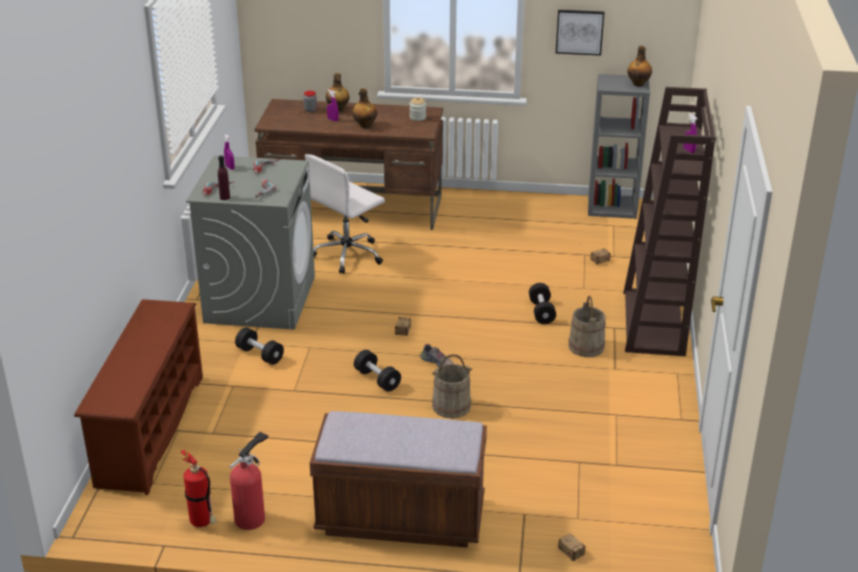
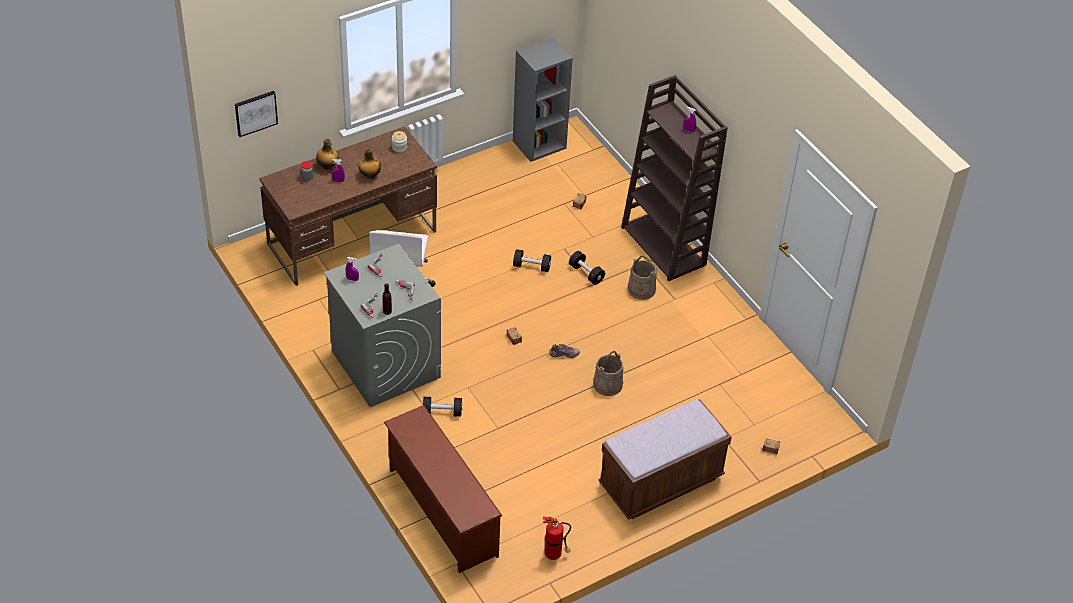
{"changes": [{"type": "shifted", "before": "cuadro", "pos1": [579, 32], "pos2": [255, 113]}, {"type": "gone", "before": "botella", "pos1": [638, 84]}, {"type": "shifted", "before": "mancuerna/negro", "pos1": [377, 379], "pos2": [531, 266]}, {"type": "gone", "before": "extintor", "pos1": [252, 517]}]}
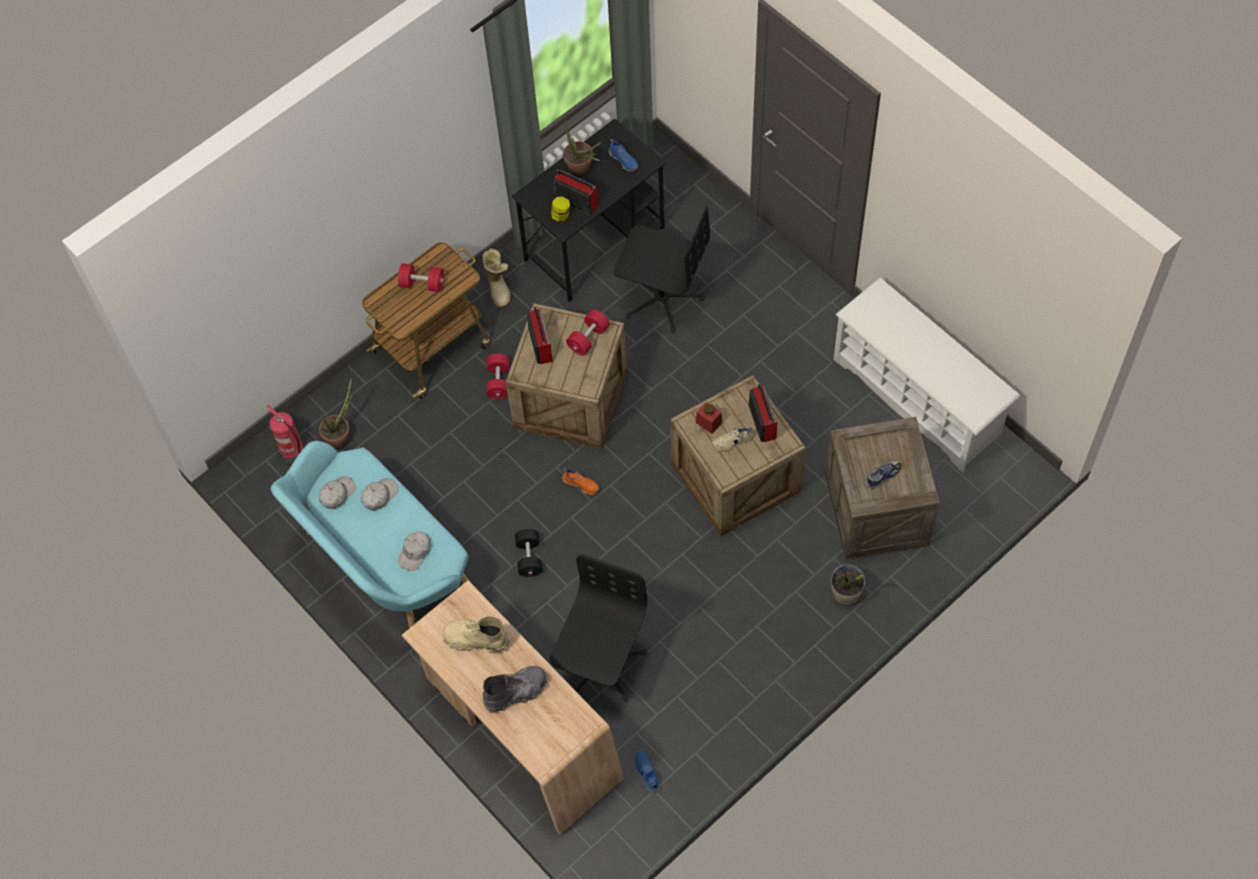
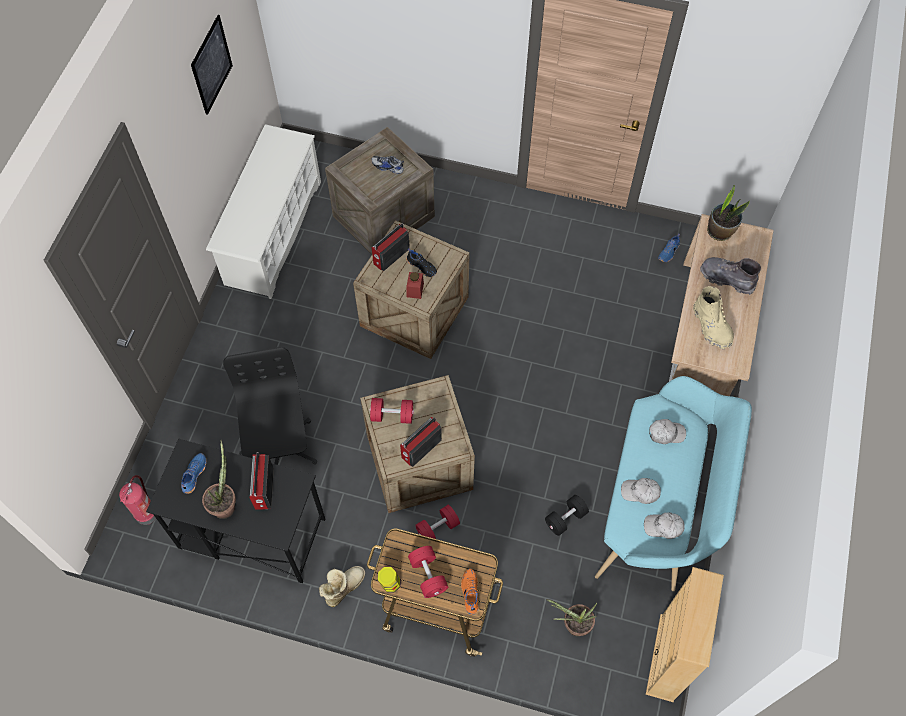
{"changes": [{"type": "shifted", "before": "tarro", "pos1": [561, 216], "pos2": [389, 583]}, {"type": "shifted", "before": "extintor", "pos1": [293, 452], "pos2": [146, 513]}, {"type": "repainted", "before": "zapato/beis", "after": "zapato/negro", "pos1": [732, 442], "pos2": [422, 266]}, {"type": "shifted", "before": "zapato/naranja", "pos1": [581, 484], "pos2": [469, 592]}, {"type": "shifted", "before": "mancuerna/negro", "pos1": [529, 558], "pos2": [565, 518]}, {"type": "gone", "before": "silla de oficina/negro", "pos1": [600, 665]}, {"type": "shifted", "before": "planta en maceta", "pos1": [846, 593], "pos2": [720, 231]}, {"type": "new", "after": "cuadro", "pos2": [211, 65]}, {"type": "new", "after": "estantería/beis", "pos2": [667, 657]}]}
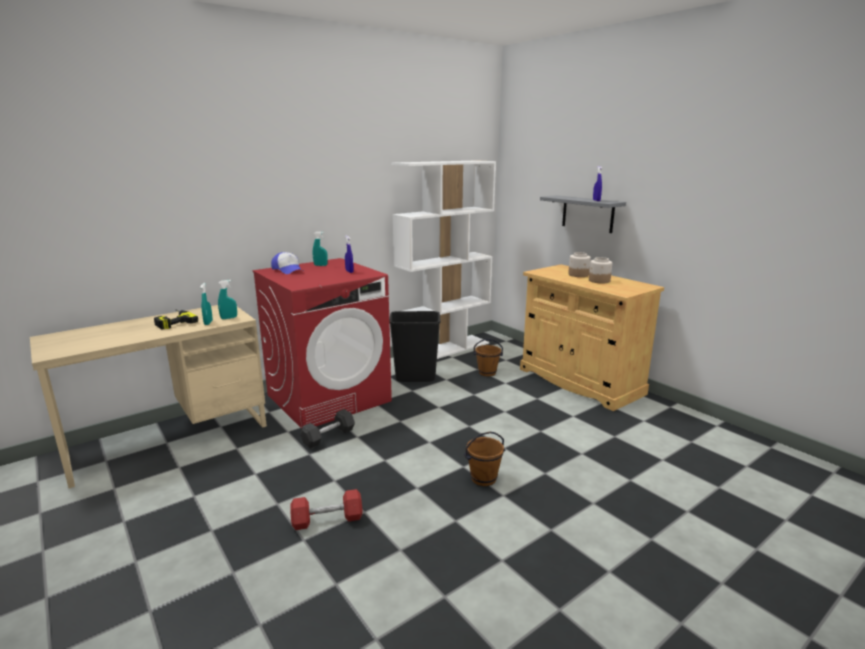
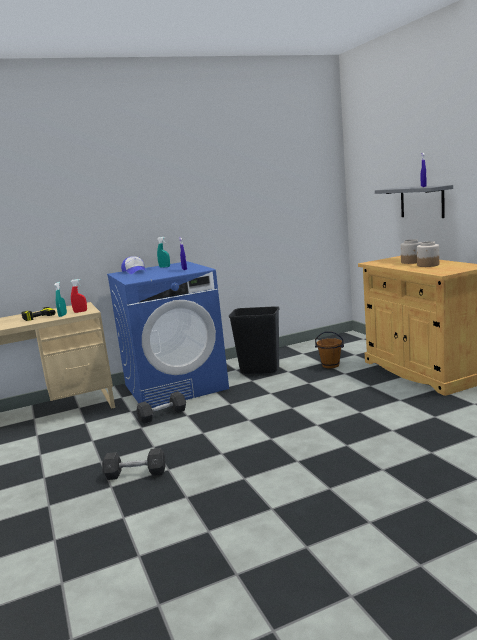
{"changes": [{"type": "gone", "before": "estantería/blanco", "pos1": [444, 350]}, {"type": "repainted", "before": "lavadora/rojo", "after": "lavadora/azul", "pos1": [329, 398], "pos2": [176, 387]}, {"type": "repainted", "before": "pulverizador/turquesa", "after": "pulverizador/rojo", "pos1": [229, 318], "pos2": [80, 311]}, {"type": "gone", "before": "cubo/marrón", "pos1": [484, 479]}, {"type": "repainted", "before": "mancuerna/rojo", "after": "mancuerna/gris", "pos1": [327, 520], "pos2": [135, 474]}]}
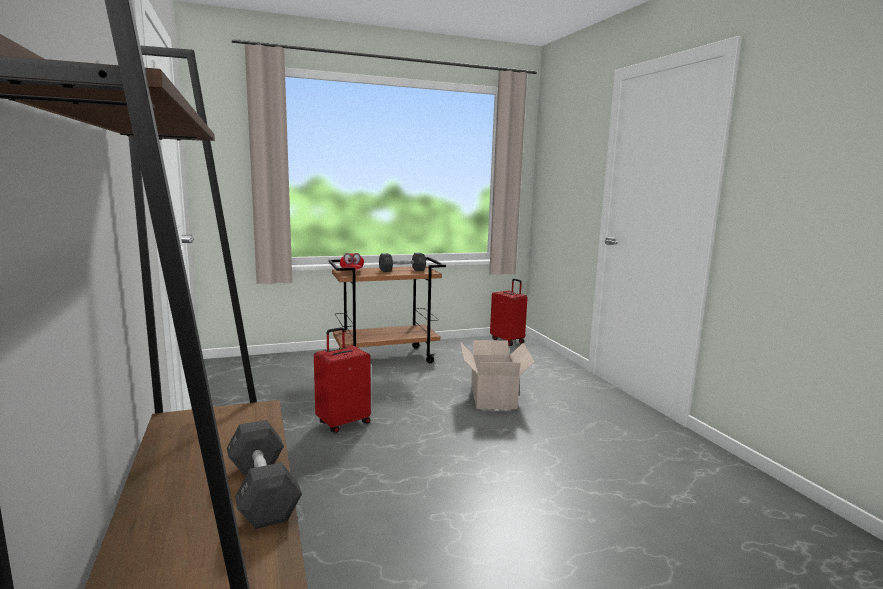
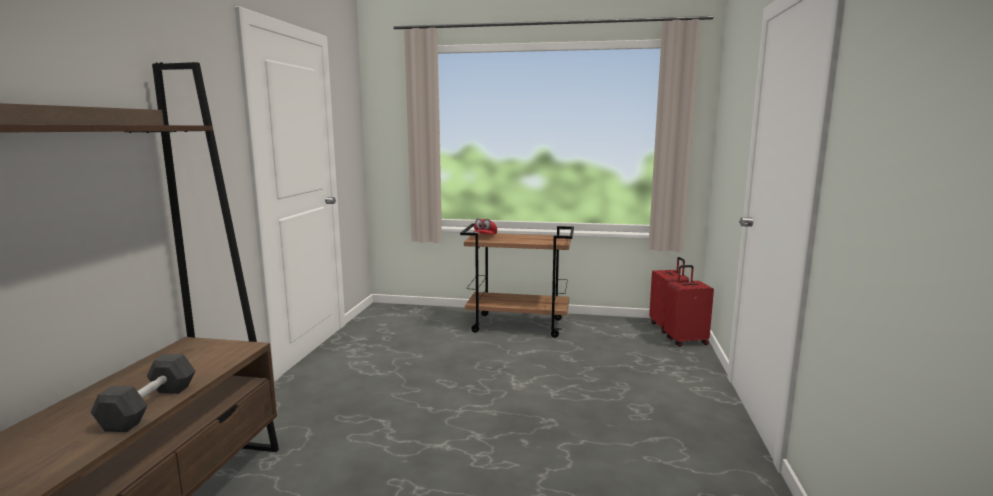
{"changes": [{"type": "gone", "before": "mancuerna/gris", "pos1": [402, 270]}, {"type": "shifted", "before": "maleta/rojo", "pos1": [343, 422], "pos2": [685, 341]}, {"type": "gone", "before": "caja de cartón", "pos1": [493, 395]}]}
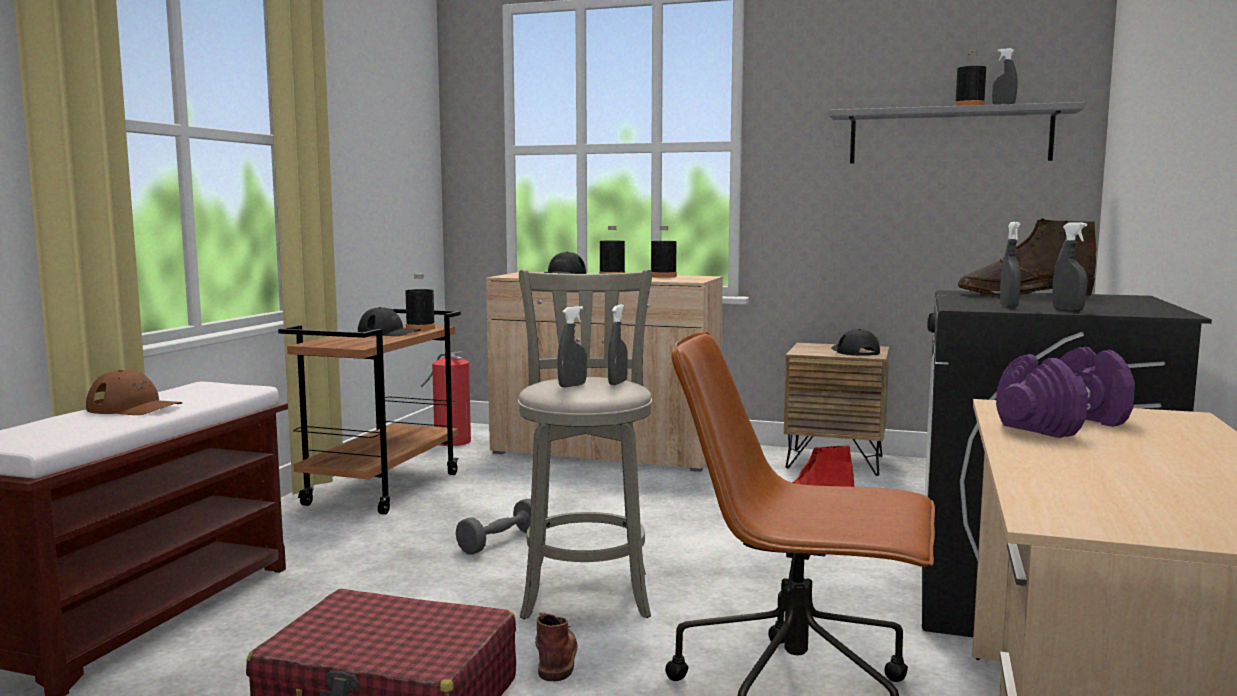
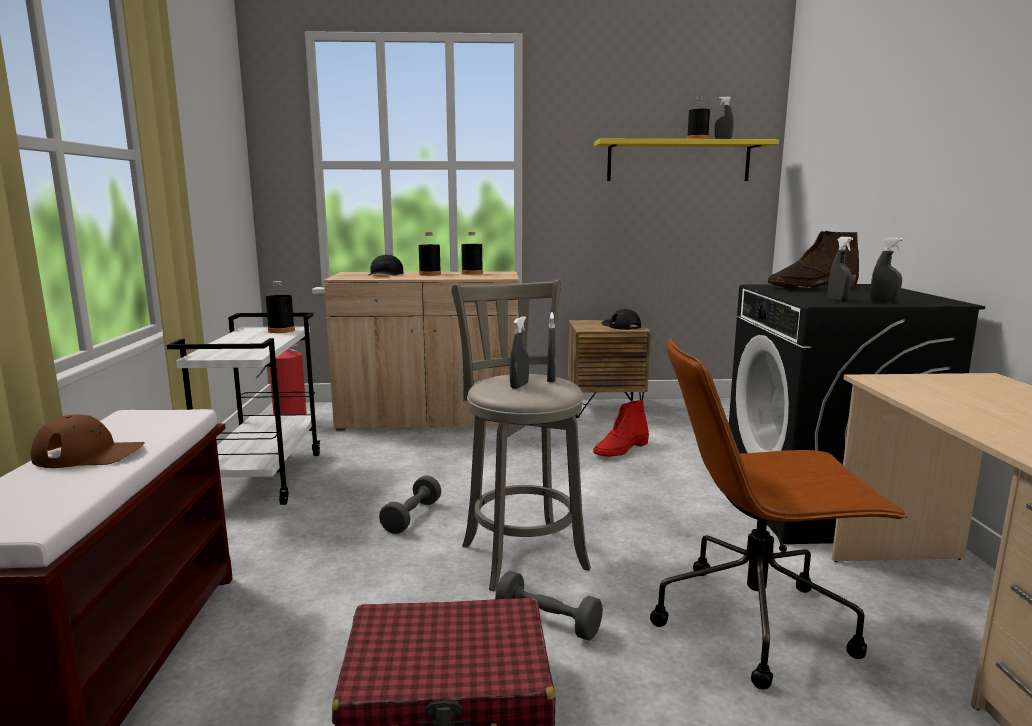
{"changes": [{"type": "repainted", "before": "estante/gris", "after": "estante/amarillo", "pos1": [949, 136], "pos2": [678, 161]}, {"type": "gone", "before": "gorra/negro", "pos1": [389, 333]}, {"type": "repainted", "before": "carrito/marrón", "after": "carrito/blanco", "pos1": [383, 488], "pos2": [263, 477]}, {"type": "gone", "before": "mancuerna/morado", "pos1": [1062, 424]}, {"type": "swapped", "before": "bota/marrón", "after": "mancuerna/gris", "pos1": [555, 655], "pos2": [547, 621]}]}
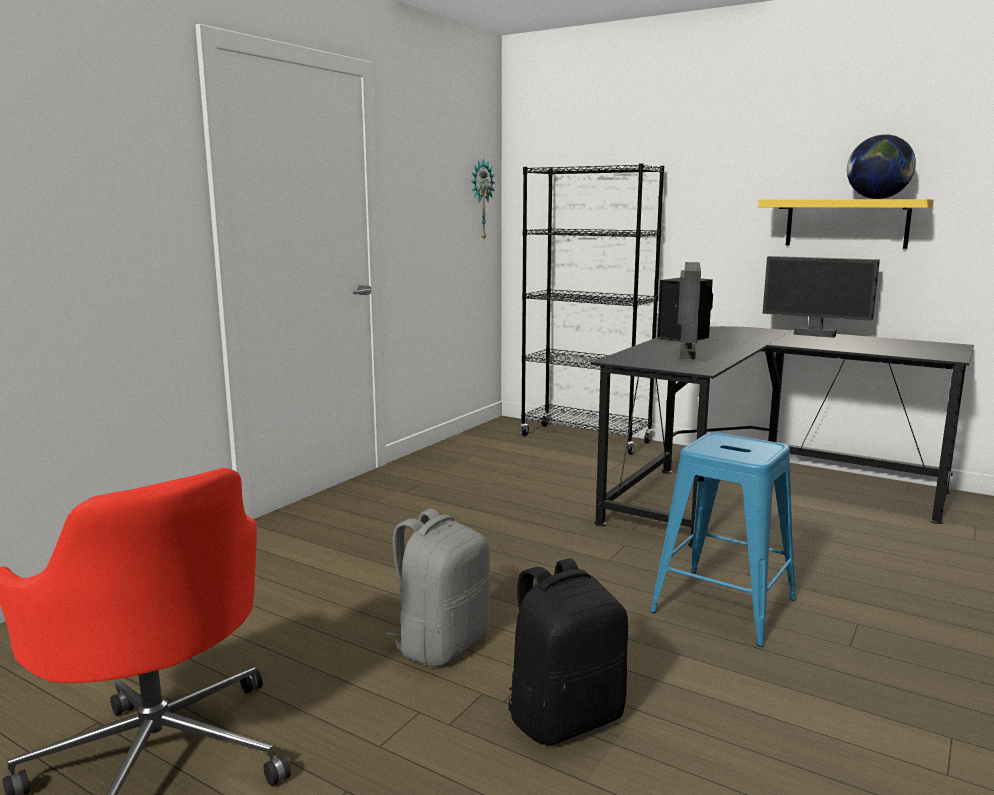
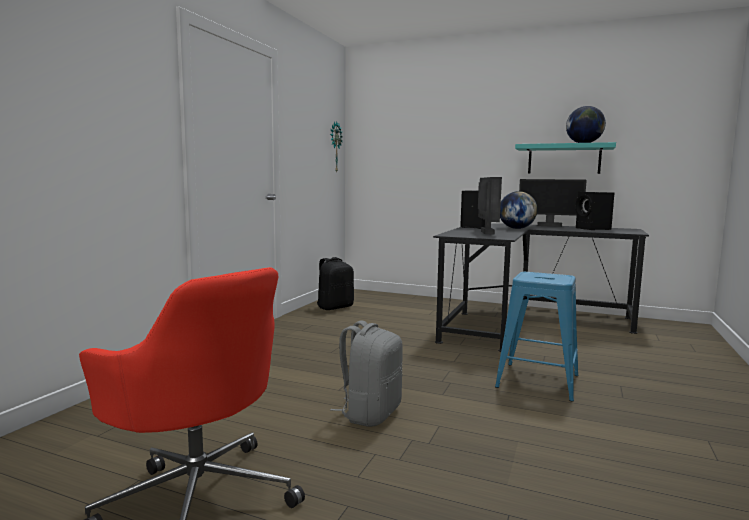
{"changes": [{"type": "gone", "before": "estantería/negro", "pos1": [585, 439]}, {"type": "repainted", "before": "estante/amarillo", "after": "estante/turquesa", "pos1": [846, 223], "pos2": [564, 159]}, {"type": "shifted", "before": "mochila/negro", "pos1": [565, 717], "pos2": [335, 307]}, {"type": "new", "after": "globo terráqueo", "pos2": [516, 228]}, {"type": "new", "after": "altavoz/negro", "pos2": [593, 229]}]}
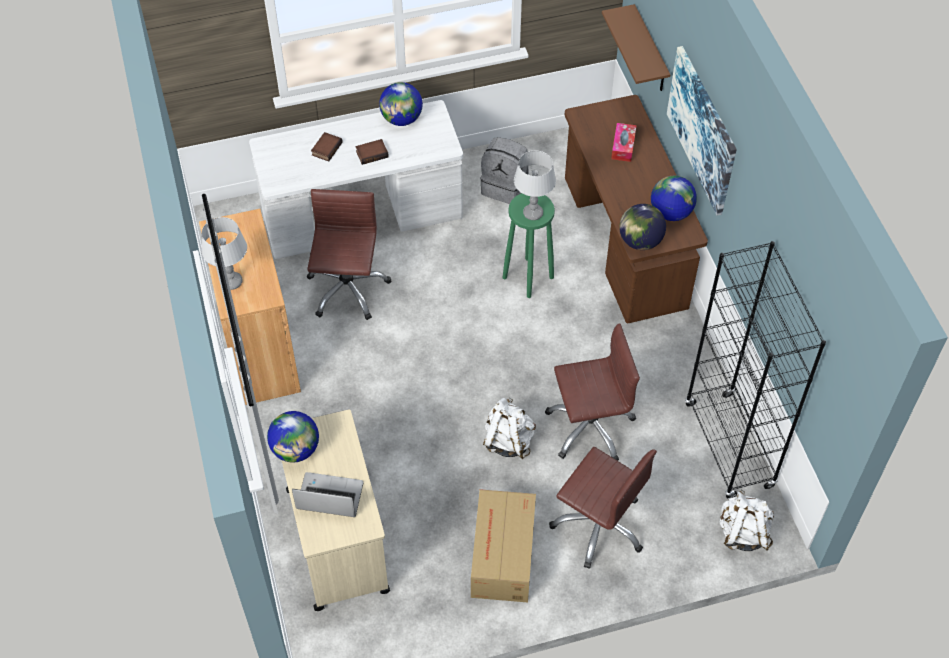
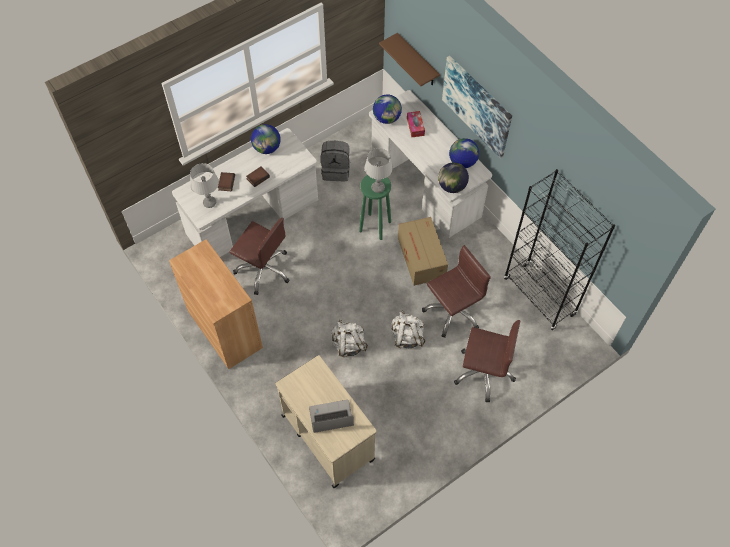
{"changes": [{"type": "repainted", "before": "escritorio/marrón", "after": "escritorio/blanco", "pos1": [624, 243], "pos2": [425, 185]}, {"type": "rotated", "before": "silla de oficina/marrón", "pos1": [347, 289], "pos2": [263, 269], "turn": 135}, {"type": "shifted", "before": "lámpara de mesa/gris", "pos1": [232, 282], "pos2": [209, 202]}, {"type": "shifted", "before": "globo terráqueo", "pos1": [296, 449], "pos2": [387, 118]}, {"type": "shifted", "before": "caja de cartón", "pos1": [502, 556], "pos2": [421, 258]}, {"type": "shifted", "before": "mochila/blanco", "pos1": [742, 533], "pos2": [348, 344]}]}
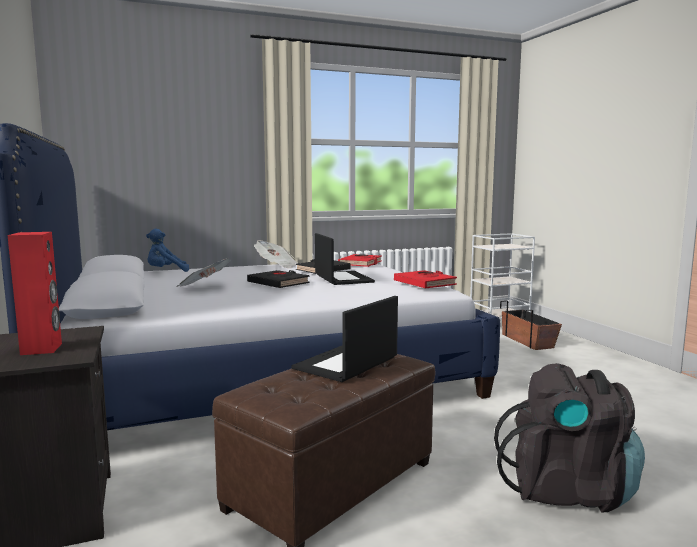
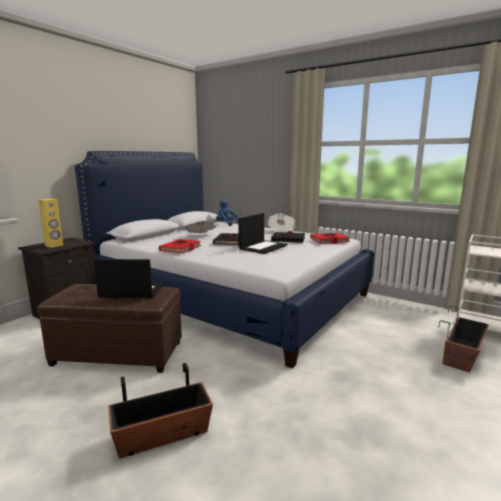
{"changes": [{"type": "repainted", "before": "altavoz/rojo", "after": "altavoz/amarillo", "pos1": [42, 349], "pos2": [54, 245]}, {"type": "shifted", "before": "libro/rojo", "pos1": [424, 283], "pos2": [180, 249]}, {"type": "swapped", "before": "mochila/negro", "after": "maceta", "pos1": [567, 490], "pos2": [162, 434]}]}
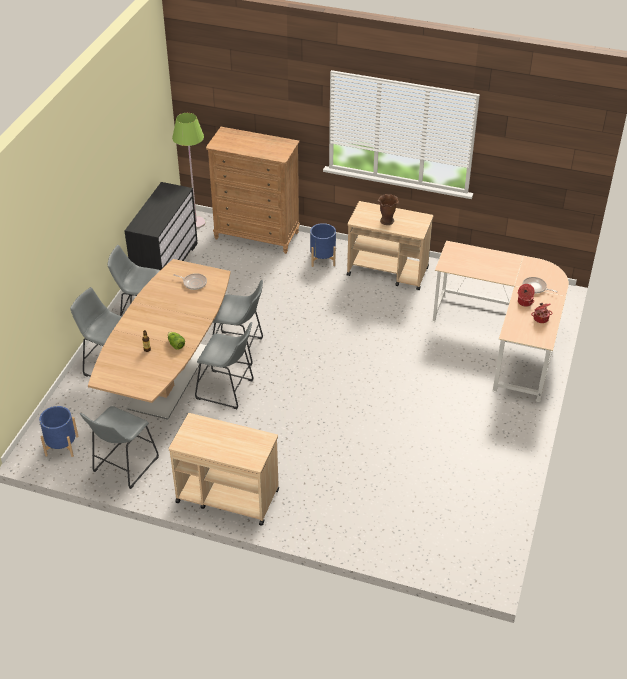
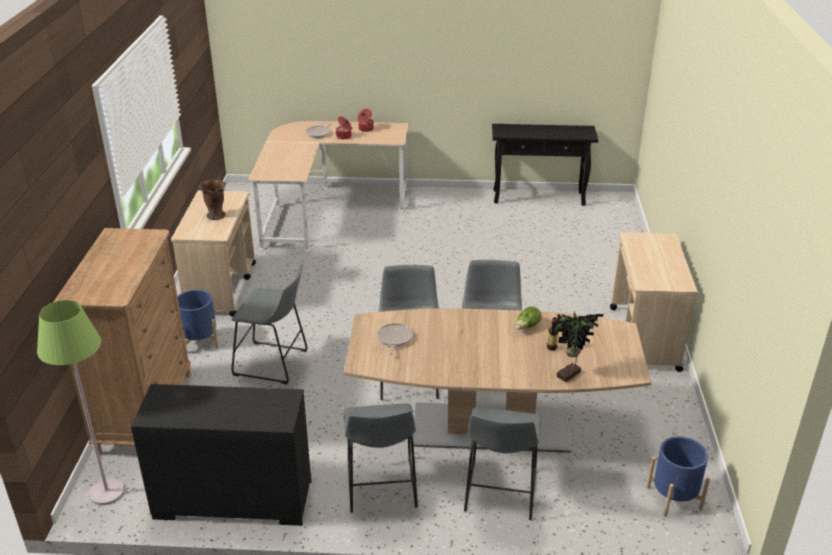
{"changes": [{"type": "shifted", "before": "taburete/gris", "pos1": [123, 467], "pos2": [274, 364]}, {"type": "new", "after": "mesa consola/negro", "pos2": [539, 197]}, {"type": "new", "after": "planta en maceta", "pos2": [570, 375]}]}
